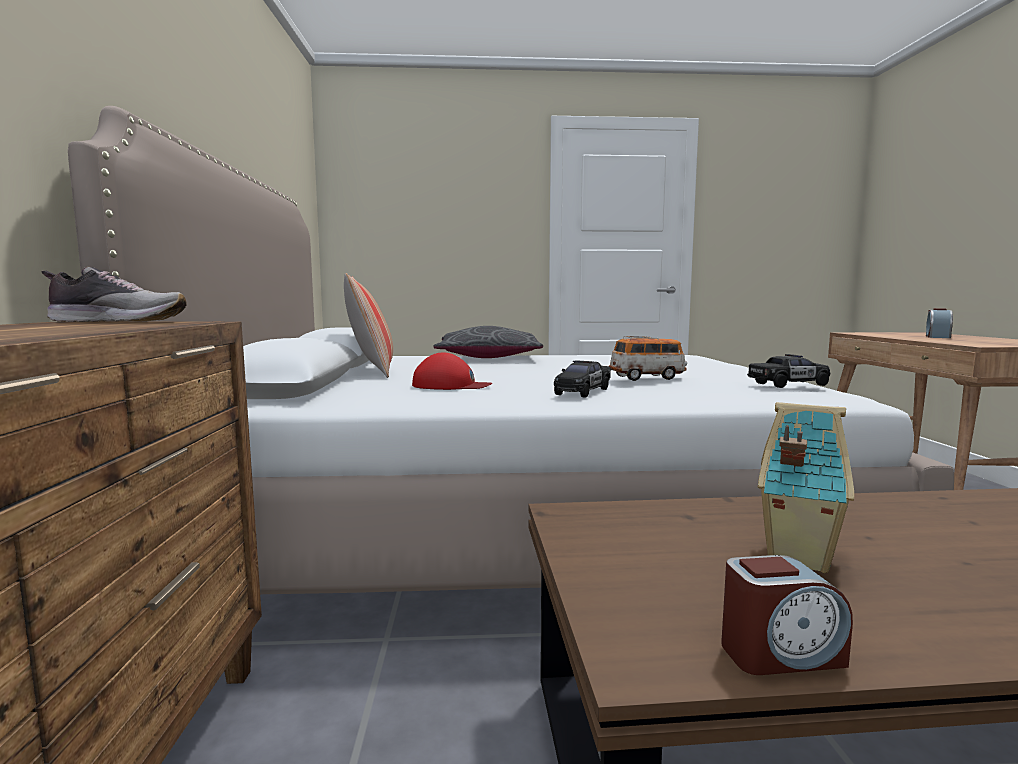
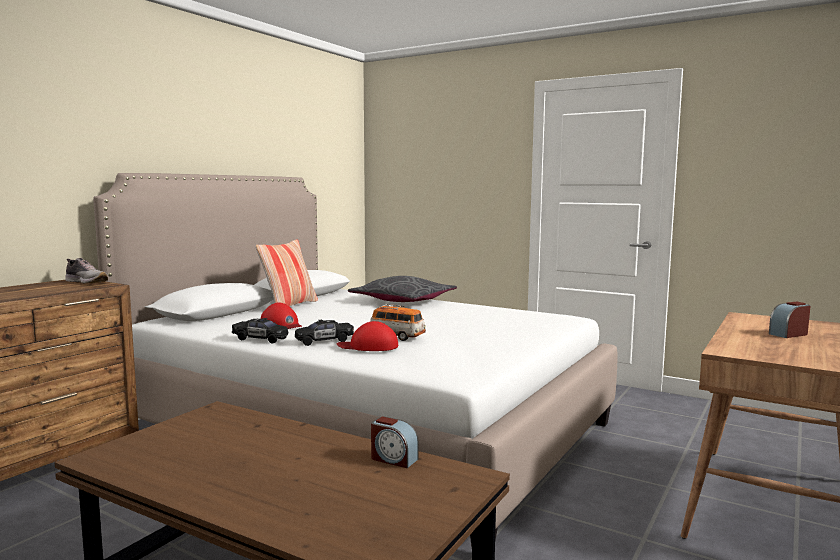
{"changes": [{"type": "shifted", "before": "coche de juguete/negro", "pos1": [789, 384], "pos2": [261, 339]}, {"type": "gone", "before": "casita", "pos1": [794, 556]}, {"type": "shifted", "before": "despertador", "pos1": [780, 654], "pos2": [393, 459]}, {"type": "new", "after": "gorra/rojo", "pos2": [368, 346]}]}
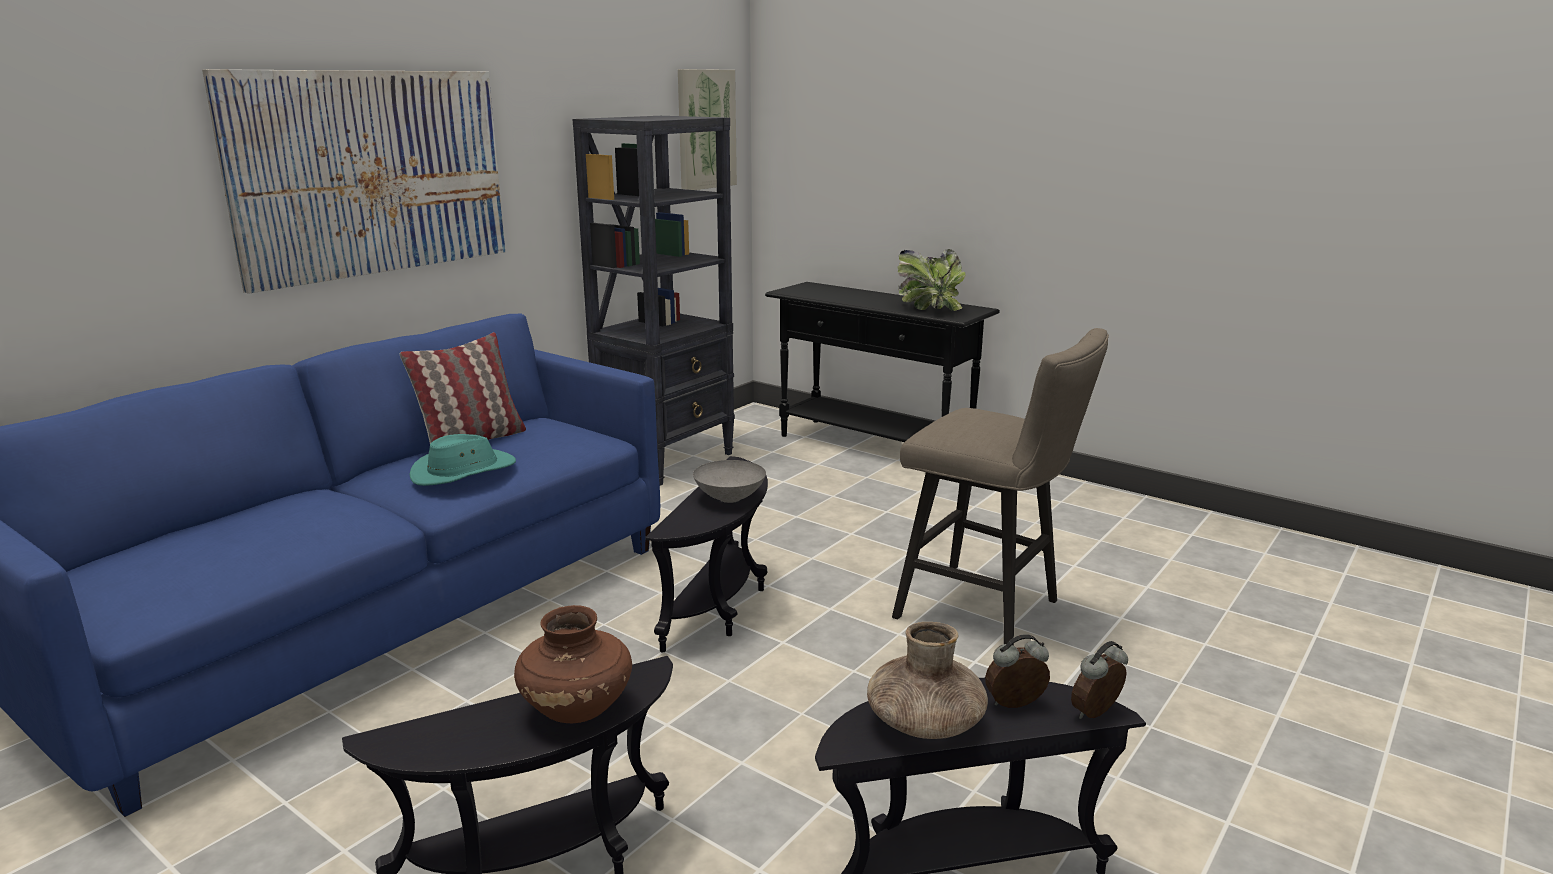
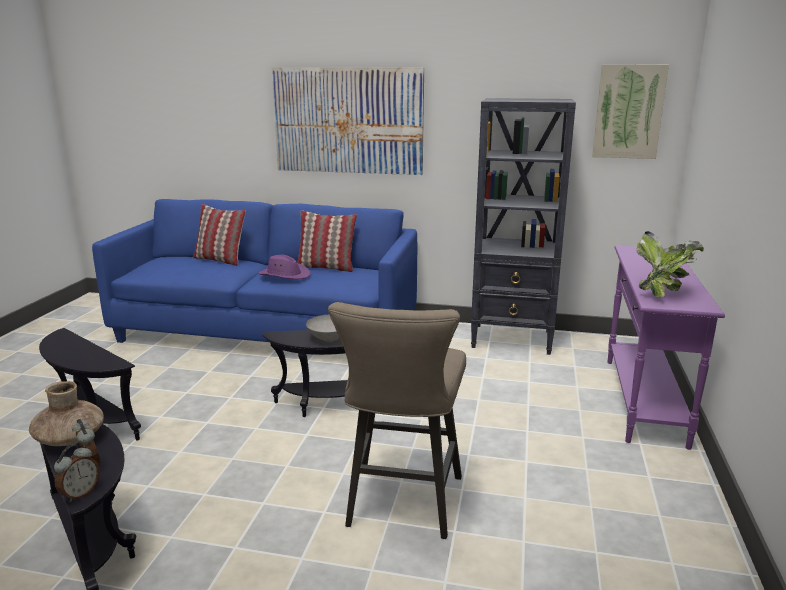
{"changes": [{"type": "repainted", "before": "mesa consola/negro", "after": "mesa consola/morado", "pos1": [874, 447], "pos2": [643, 400]}, {"type": "repainted", "before": "sombrero/turquesa", "after": "sombrero/morado", "pos1": [463, 471], "pos2": [284, 275]}, {"type": "gone", "before": "florero/marrón", "pos1": [577, 709]}, {"type": "rotated", "before": "despertador", "pos1": [1097, 714], "pos2": [80, 493], "turn": 90}, {"type": "new", "after": "cojín", "pos2": [220, 260]}]}
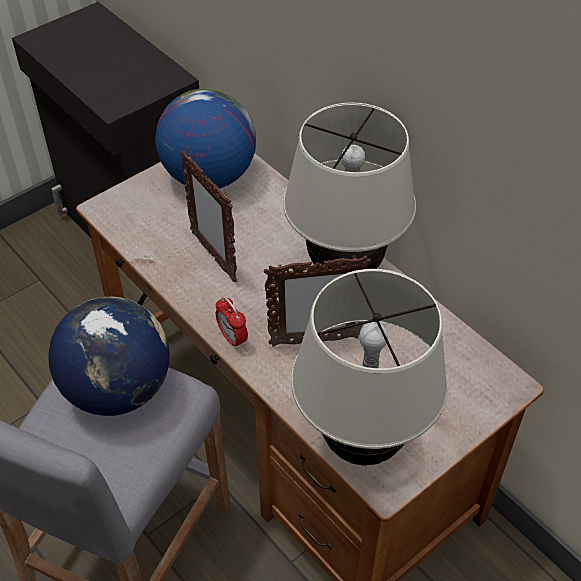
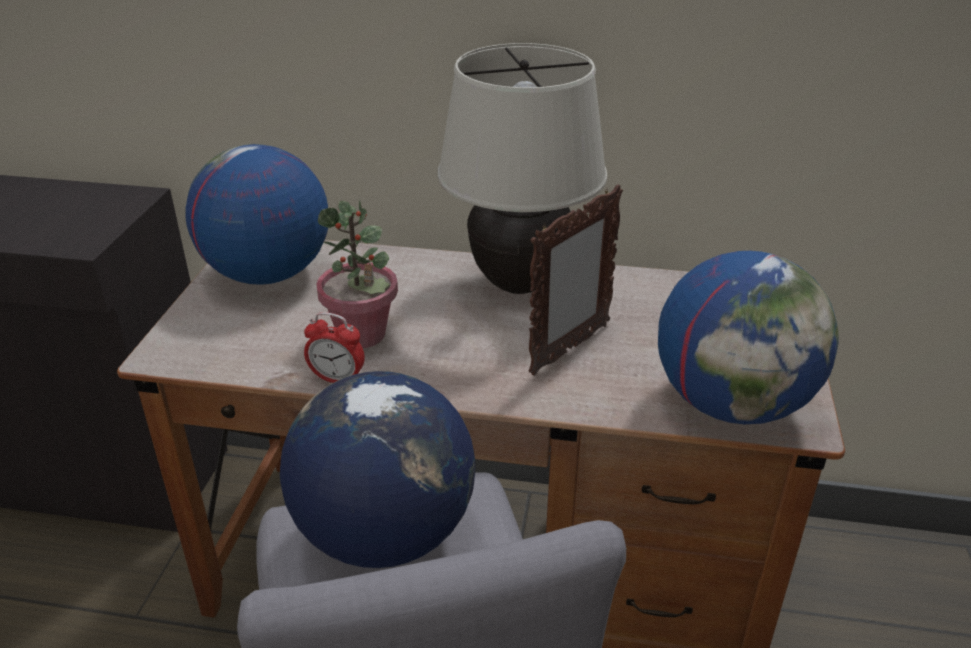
{"changes": [{"type": "swapped", "before": "portarretratos", "after": "planta en maceta", "pos1": [213, 256], "pos2": [362, 335]}, {"type": "swapped", "before": "lámpara de mesa/beis", "after": "globo terráqueo", "pos1": [362, 443], "pos2": [732, 404]}, {"type": "shifted", "before": "despertador", "pos1": [232, 338], "pos2": [337, 379]}]}
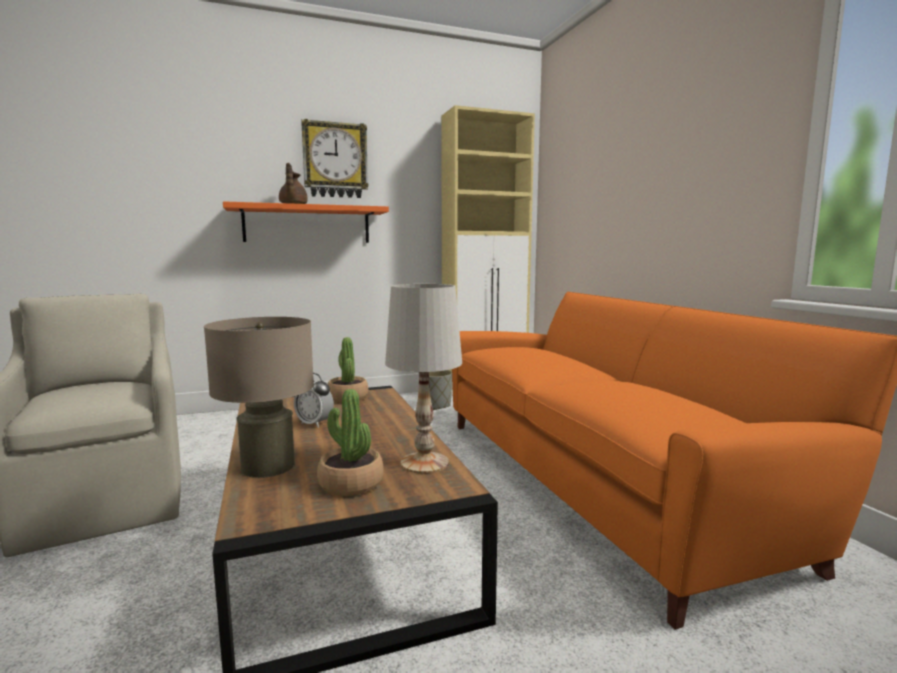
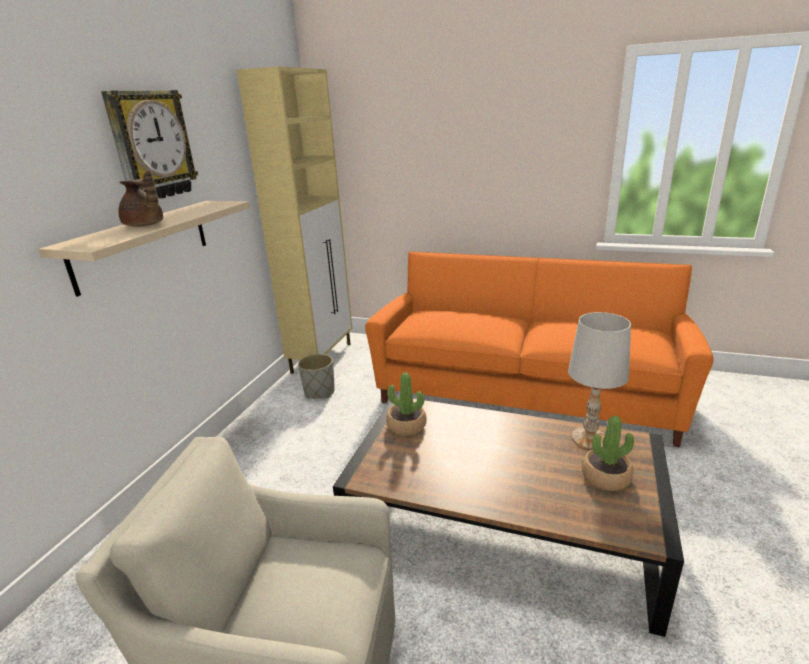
{"changes": [{"type": "repainted", "before": "estante/naranja", "after": "estante/beis", "pos1": [307, 225], "pos2": [143, 244]}, {"type": "gone", "before": "lámpara de mesa/beis", "pos1": [268, 466]}, {"type": "gone", "before": "despertador", "pos1": [314, 424]}]}
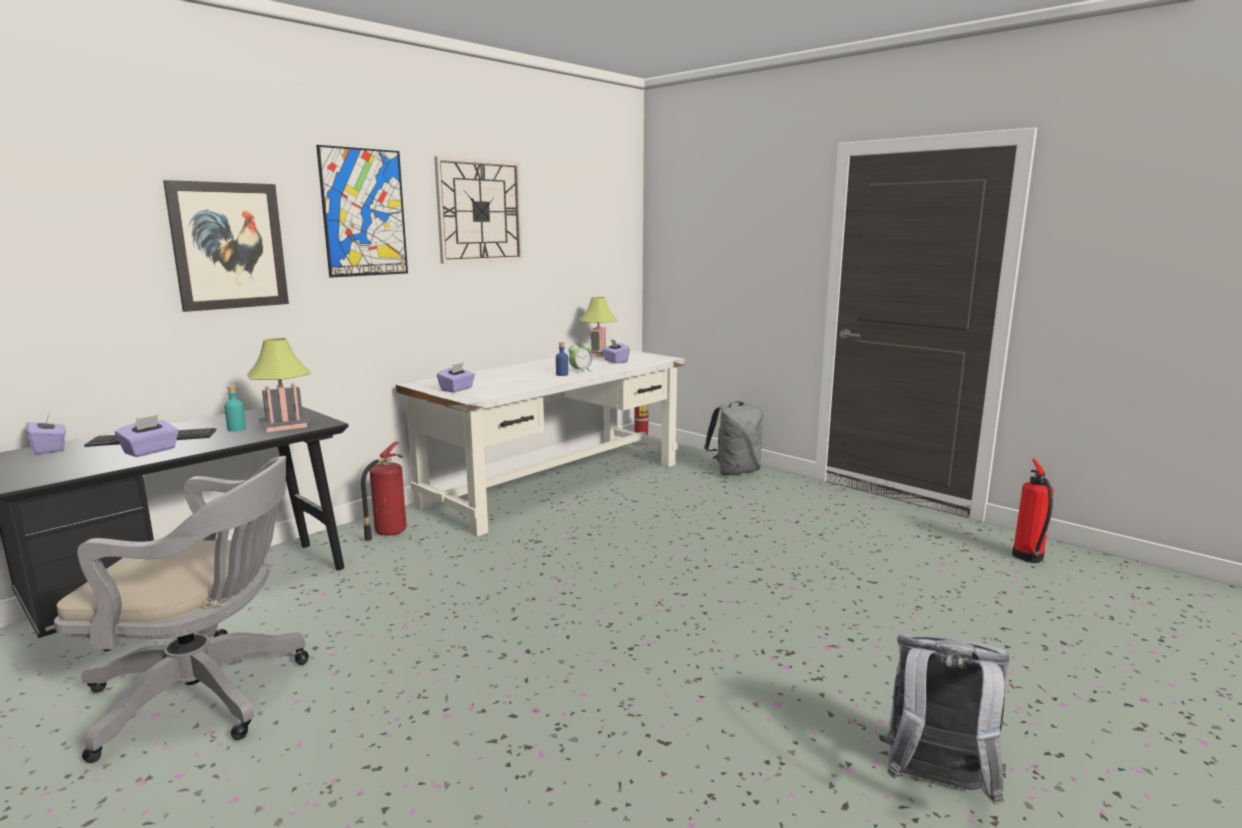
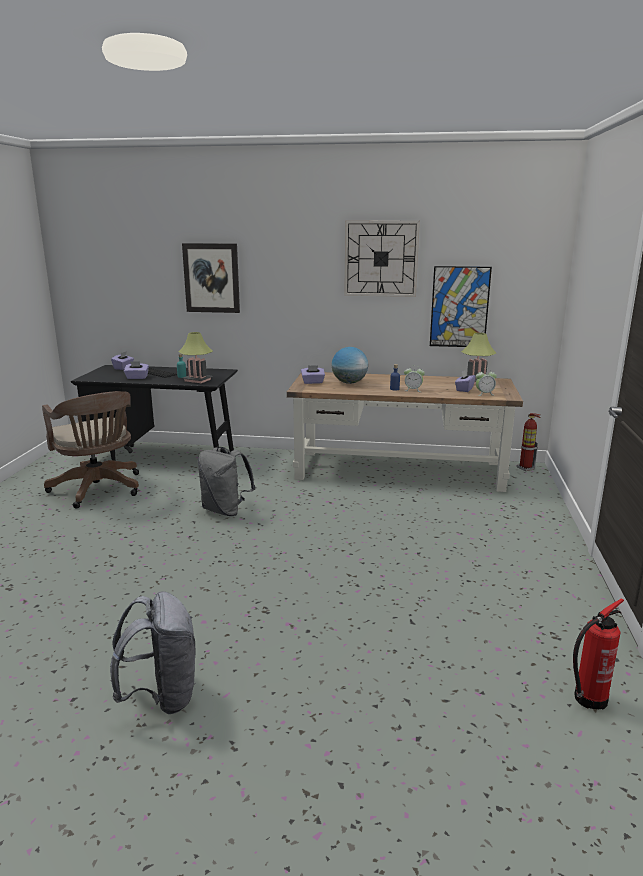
{"changes": [{"type": "shifted", "before": "cuadro", "pos1": [364, 213], "pos2": [459, 307]}, {"type": "repainted", "before": "escritorio/blanco", "after": "escritorio/marrón", "pos1": [555, 483], "pos2": [400, 470]}, {"type": "shifted", "before": "mochila/gris", "pos1": [735, 471], "pos2": [225, 510]}, {"type": "gone", "before": "extintor", "pos1": [388, 532]}, {"type": "repainted", "before": "silla de oficina/gris", "after": "silla de oficina/marrón", "pos1": [207, 695], "pos2": [99, 490]}, {"type": "new", "after": "globo terráqueo", "pos2": [349, 383]}, {"type": "new", "after": "despertador", "pos2": [484, 394]}]}
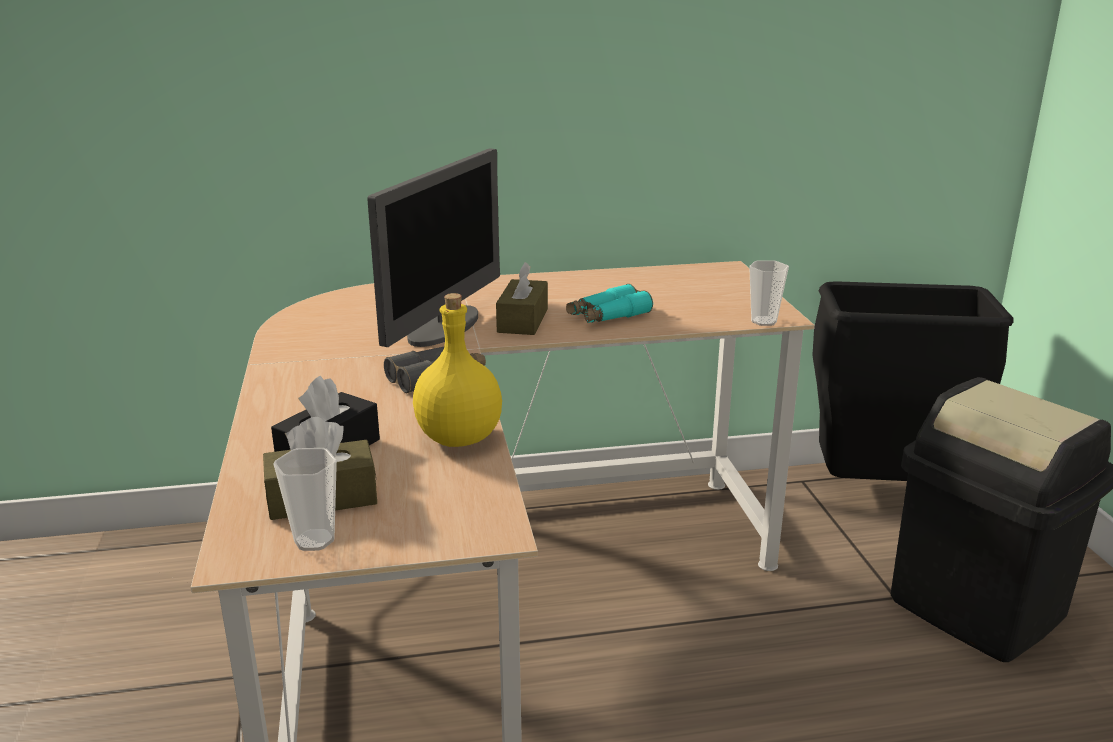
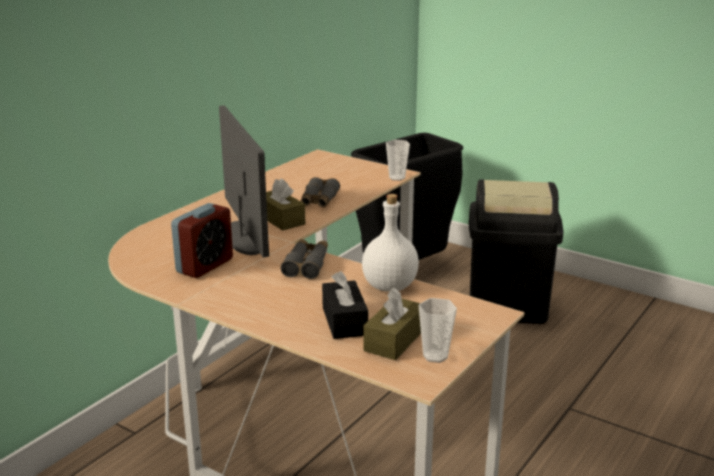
{"changes": [{"type": "repainted", "before": "prismáticos/turquesa", "after": "prismáticos/gris", "pos1": [608, 316], "pos2": [319, 201]}, {"type": "repainted", "before": "botella/amarillo", "after": "botella/blanco", "pos1": [459, 439], "pos2": [390, 287]}, {"type": "new", "after": "despertador", "pos2": [205, 266]}]}
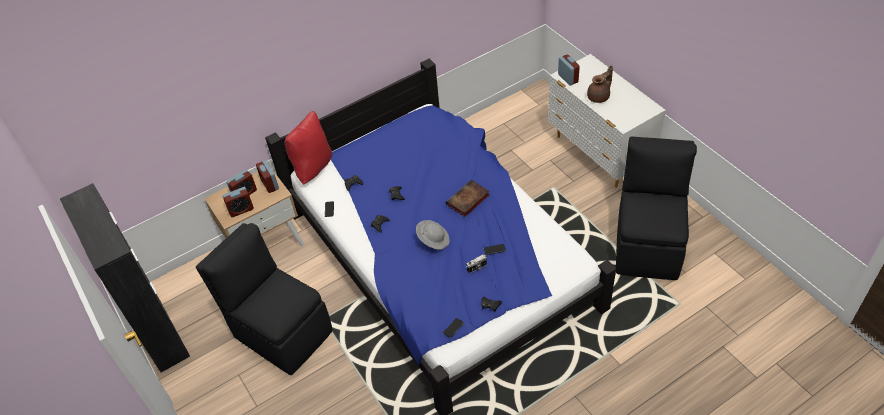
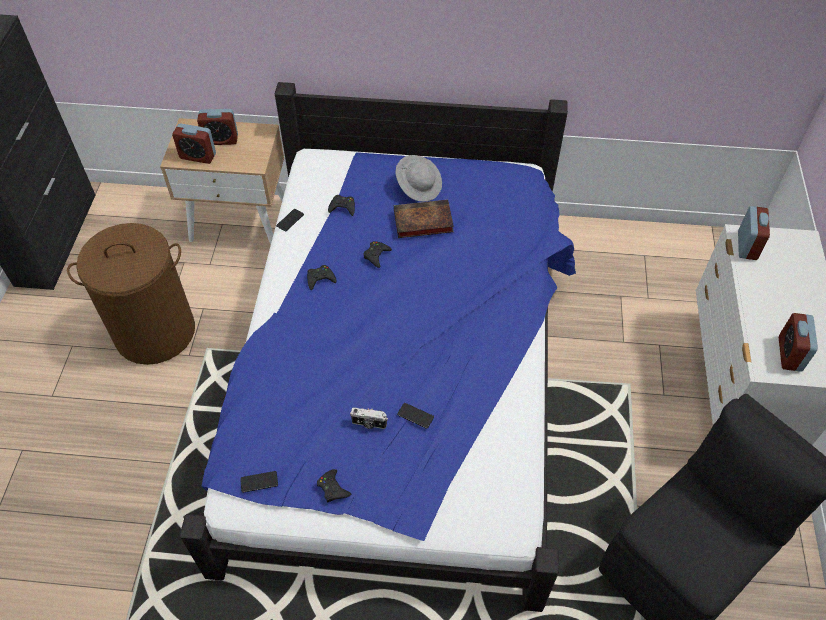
{"changes": [{"type": "gone", "before": "tetera/marrón", "pos1": [599, 97]}, {"type": "gone", "before": "cojín/rojo", "pos1": [313, 167]}, {"type": "shifted", "before": "despertador", "pos1": [270, 184], "pos2": [789, 354]}, {"type": "shifted", "before": "libro", "pos1": [467, 201], "pos2": [421, 222]}, {"type": "shifted", "before": "sombrero/gris", "pos1": [433, 240], "pos2": [419, 186]}, {"type": "swapped", "before": "silla/negro", "after": "cesto de la ropa/marrón", "pos1": [281, 332], "pos2": [155, 331]}]}
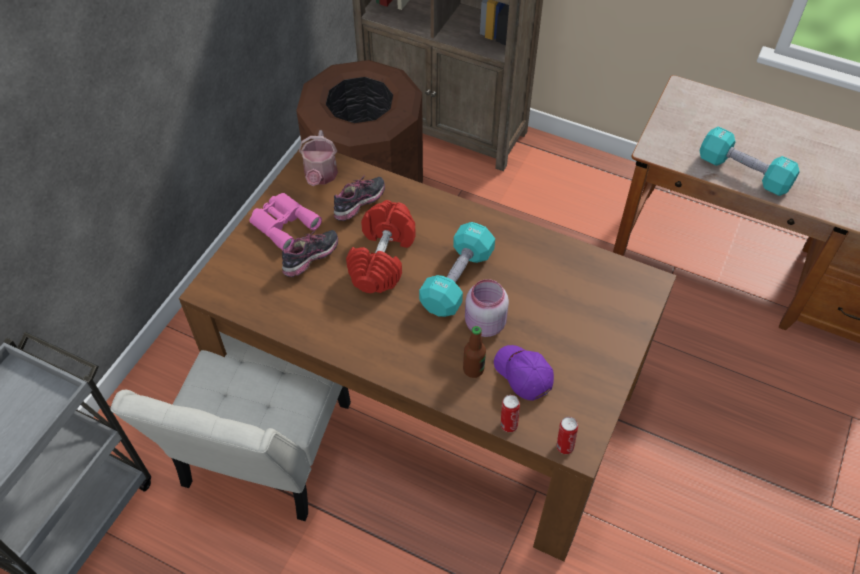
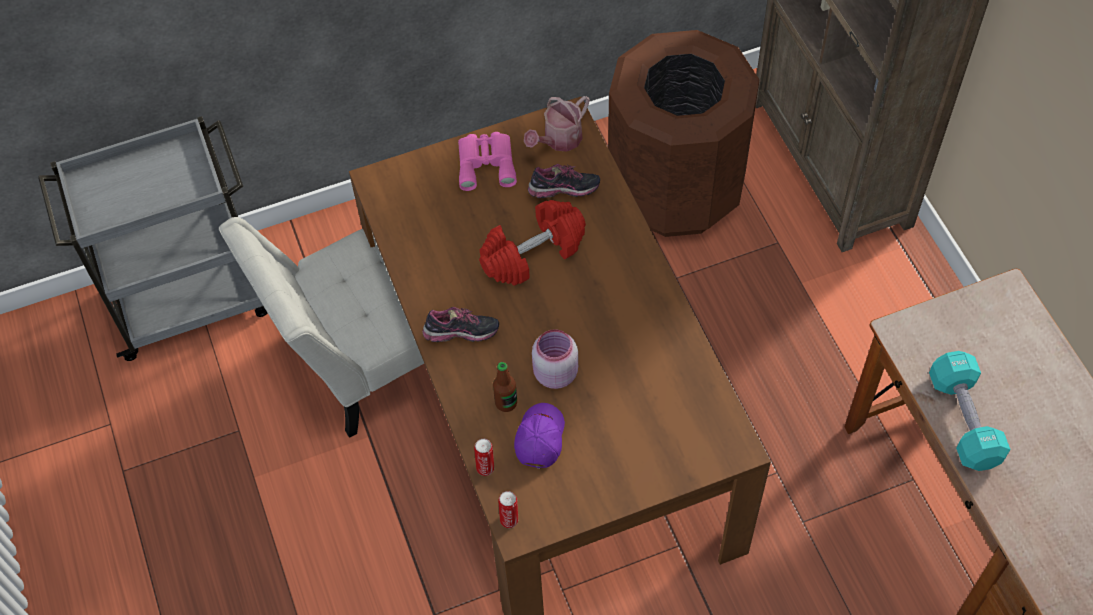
{"changes": [{"type": "gone", "before": "mancuerna/turquesa", "pos1": [457, 280]}, {"type": "shifted", "before": "zapato", "pos1": [311, 260], "pos2": [461, 334]}]}
